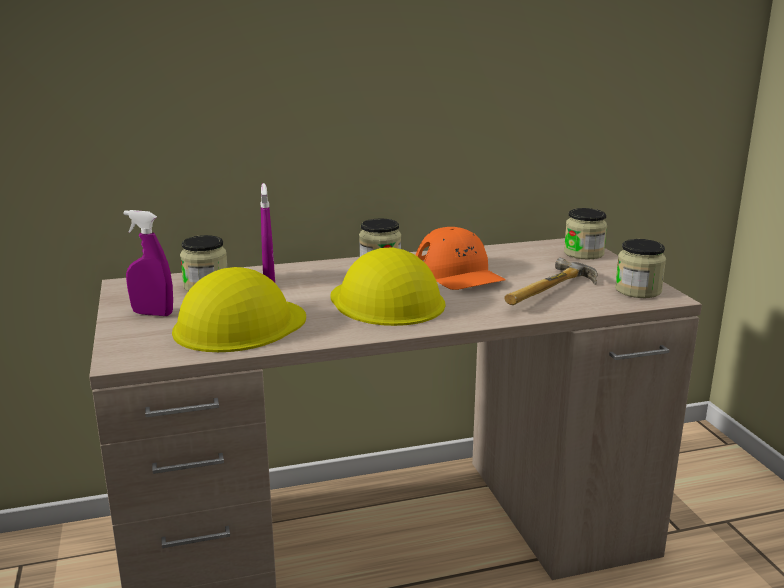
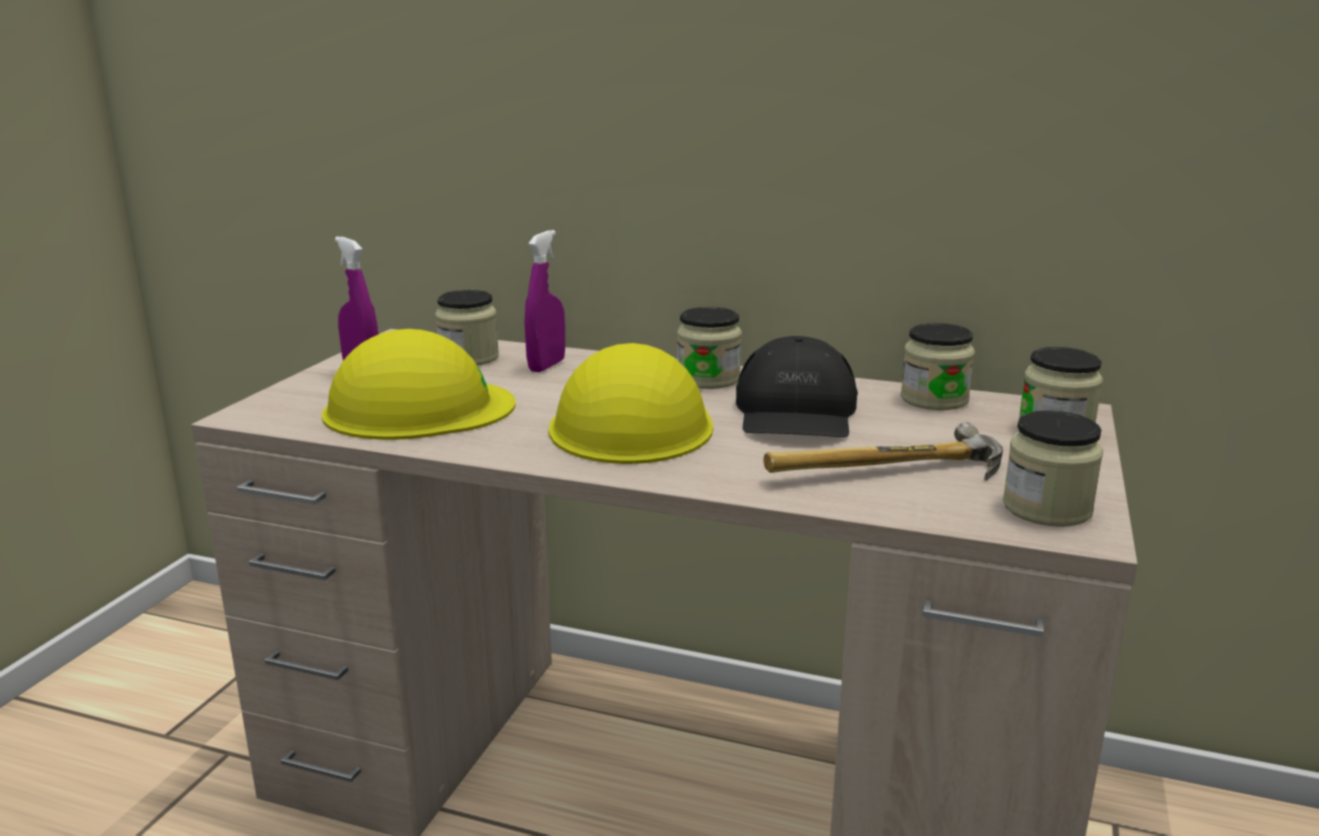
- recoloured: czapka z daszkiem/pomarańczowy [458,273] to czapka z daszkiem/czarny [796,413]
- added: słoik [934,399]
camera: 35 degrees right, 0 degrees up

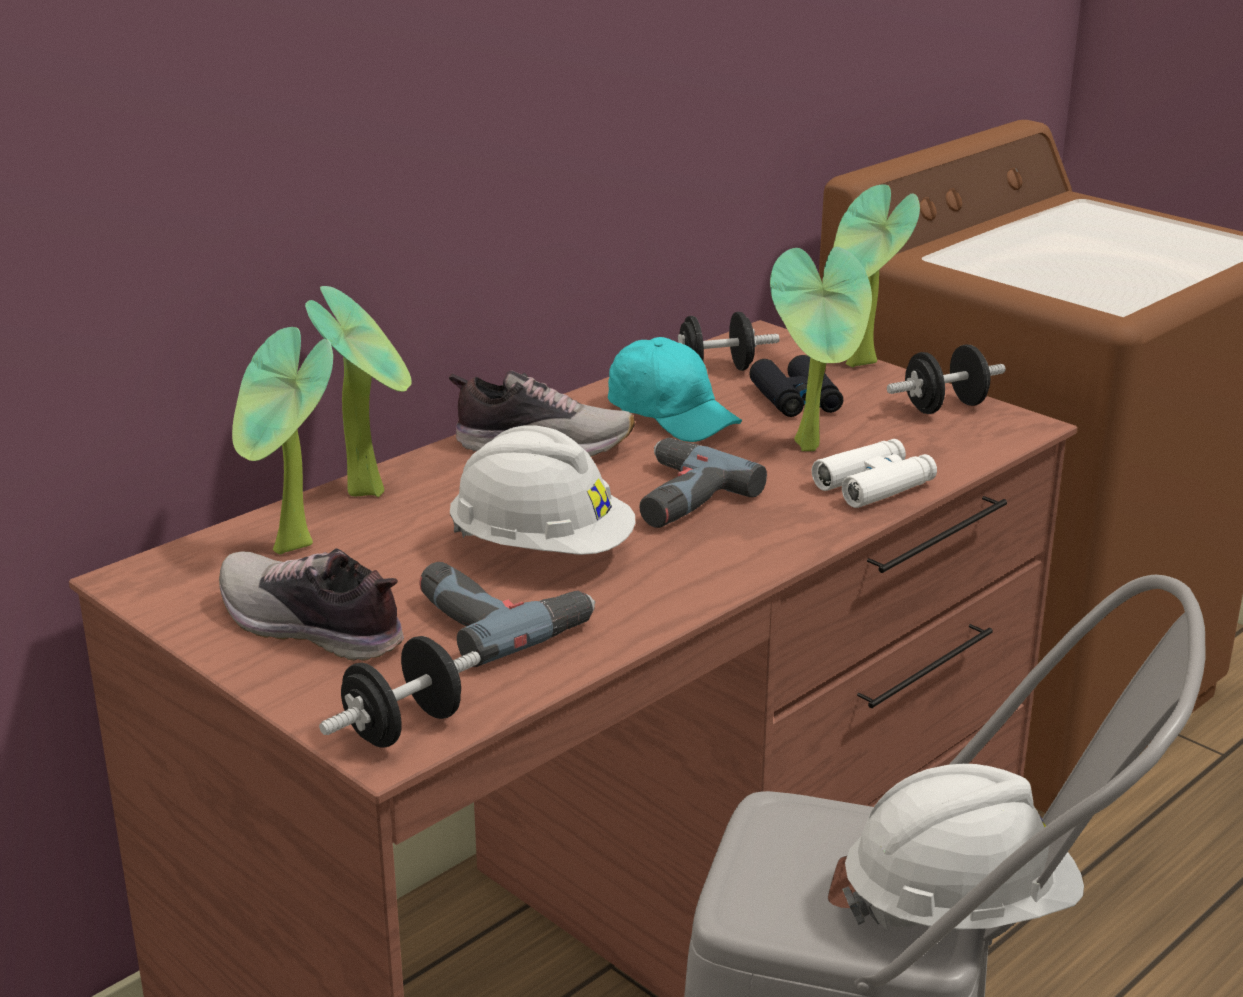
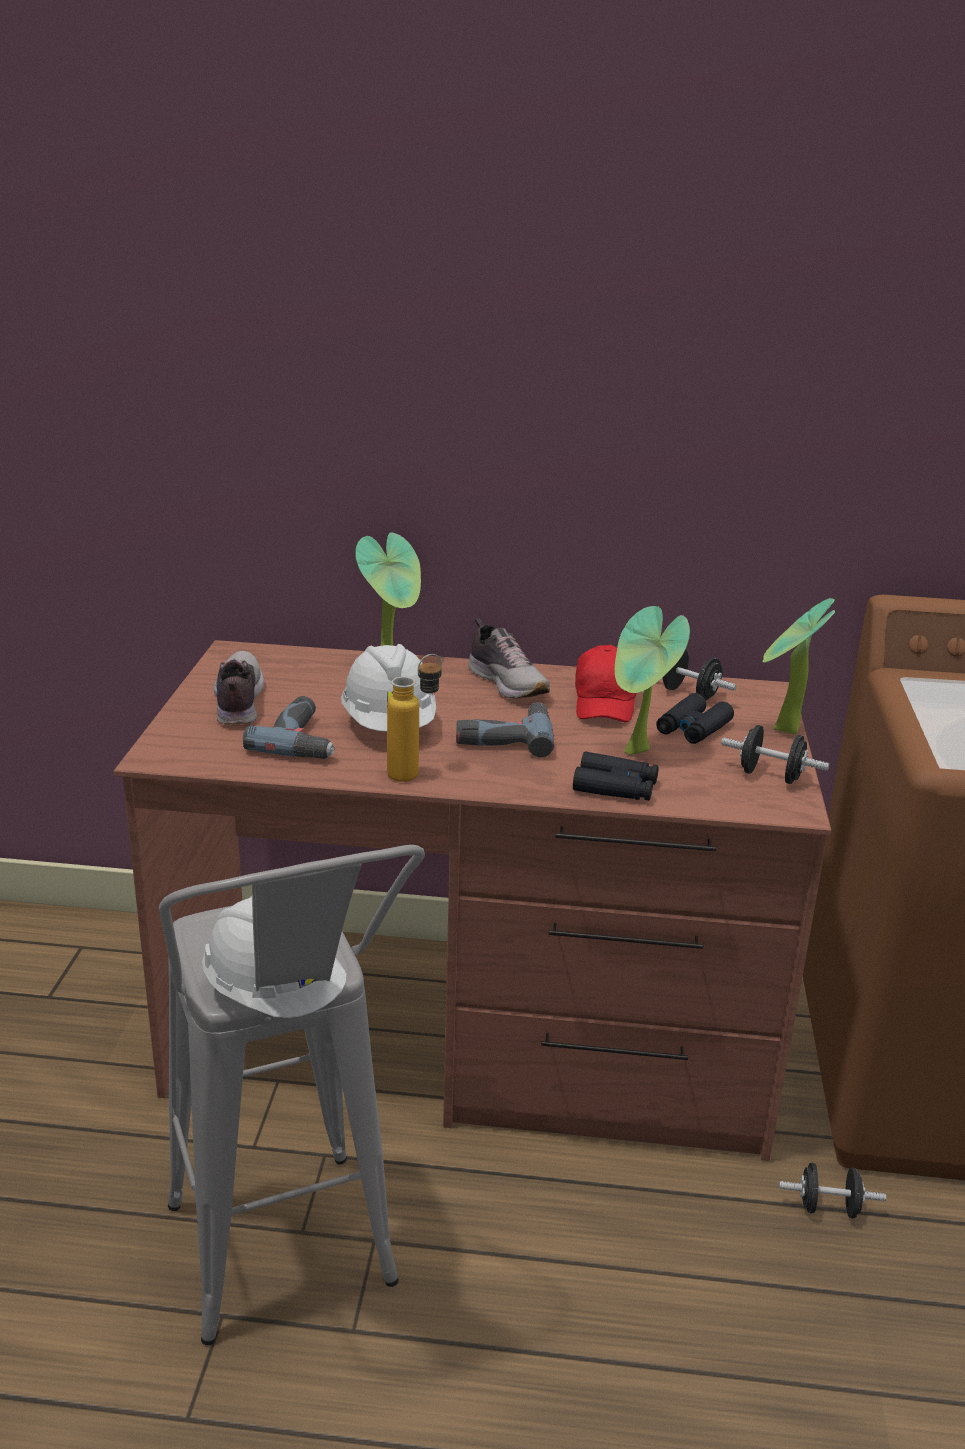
- removed: roślina doniczkowa [292,551]
- recoloured: czapka z daszkiem/turkusowy [672,415] to czapka z daszkiem/czerwony [606,702]
- recoloured: lornetka/biały [874,485] to lornetka/czarny [615,787]
- moved: hantel/czarny [403,728] to [828,1207]
- added: butelka [414,772]
camera: 50 degrees right, 0 degrees up

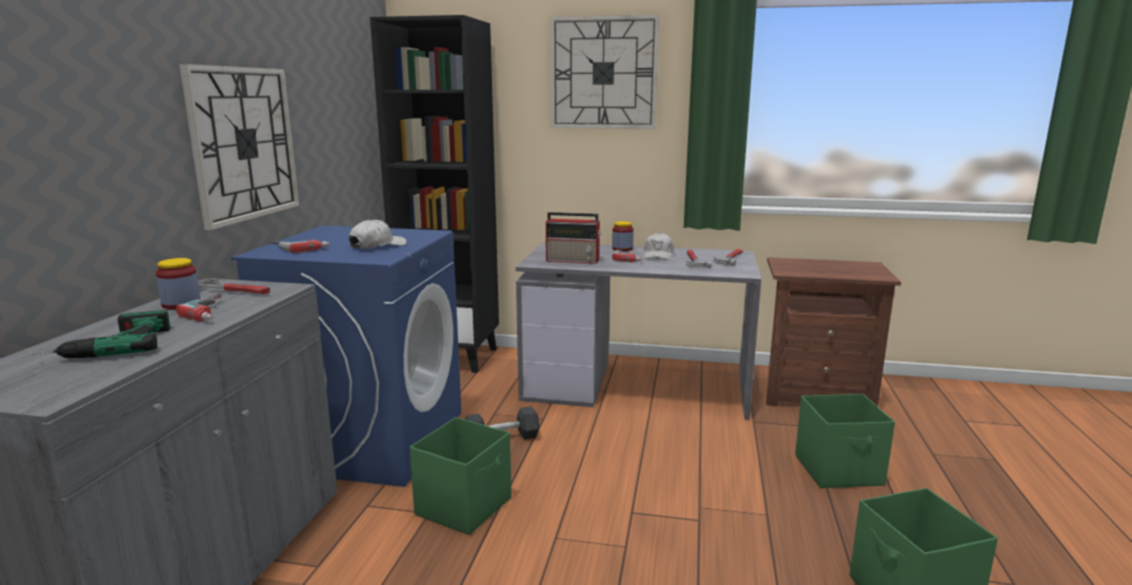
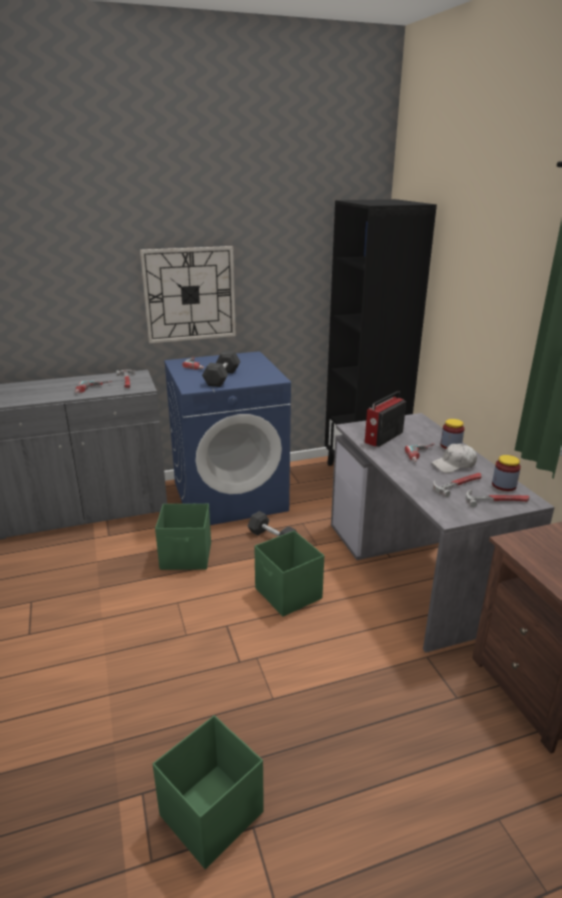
- removed: zegar ścienny [603,73]
- turned: radio [574,260] = [383,437] 60 degrees clockwise
- replaced: czapka z daszkiem/biały [377,246] to hantel/szary [222,378]
- moved: słoik [181,304] to [504,485]
- removed: wiertarka [107,346]
- moved: pojemnik do przechowywania/zielony [839,471] to [288,594]
camera: 60 degrees right, 10 degrees up

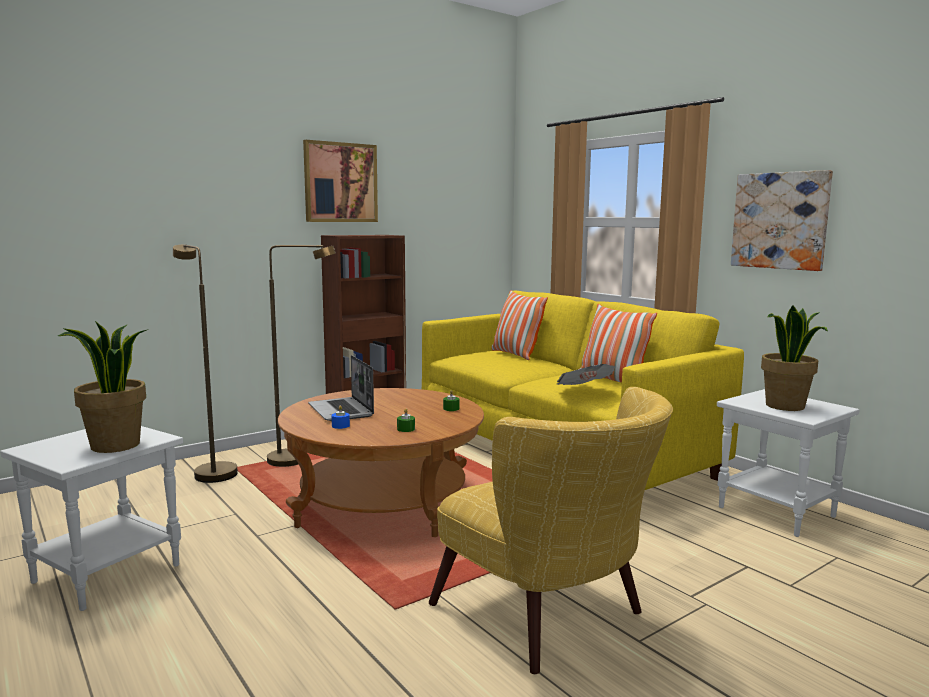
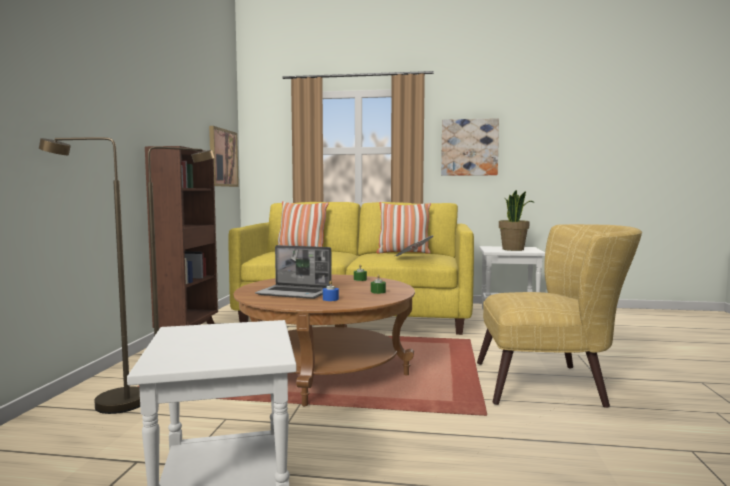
- moved: obraz [340,182] to [222,158]
- removed: roślina doniczkowa [115,446]
camera: 45 degrees left, 5 degrees down

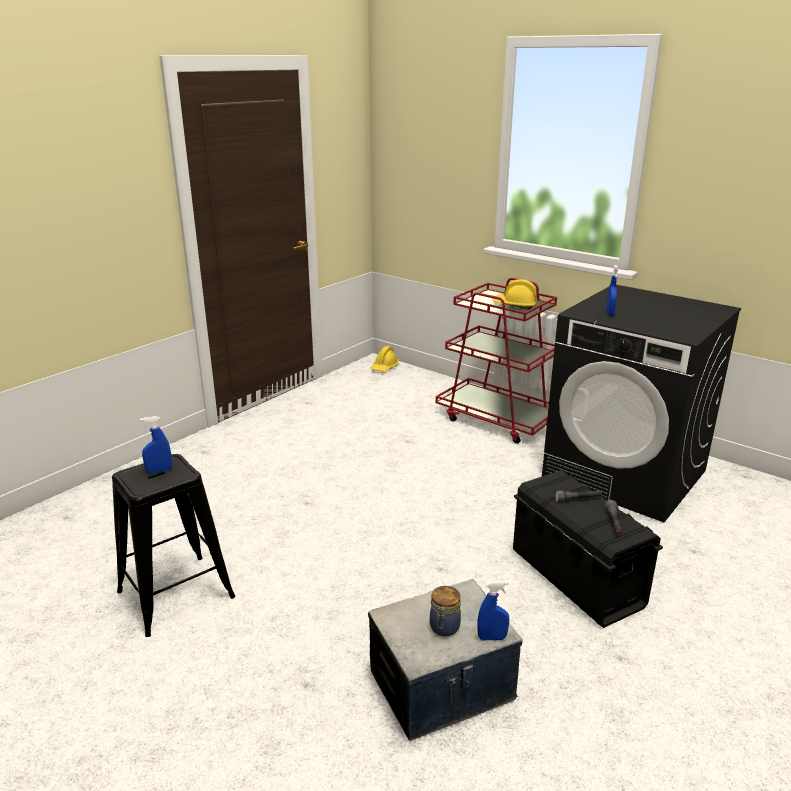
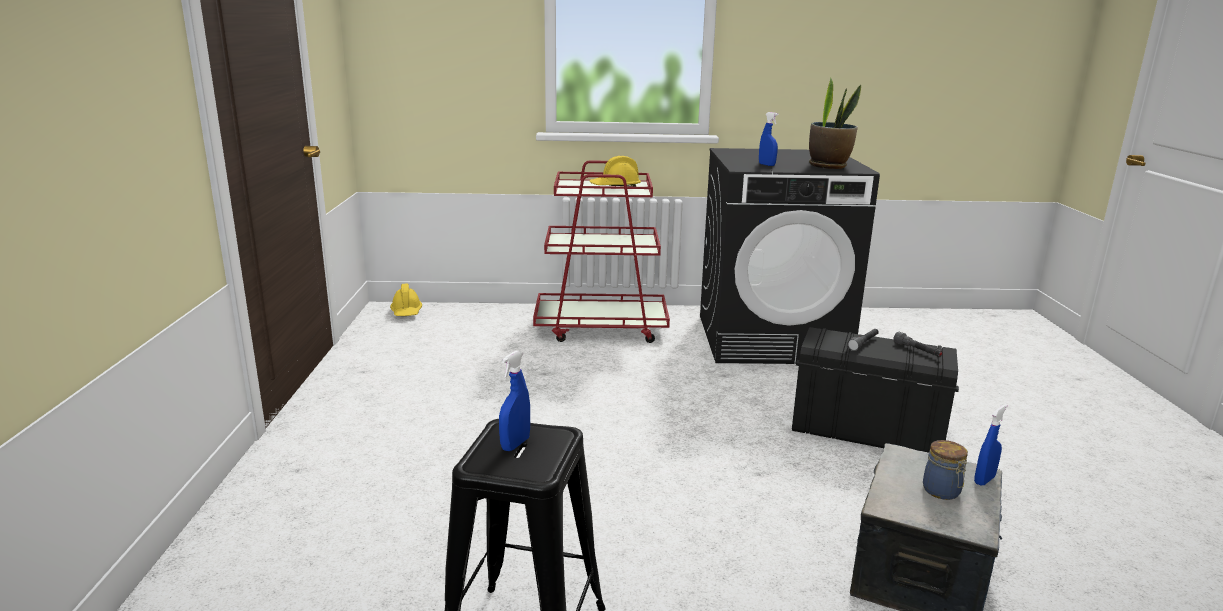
- added: roślina doniczkowa [828,166]
camera: 40 degrees left, 5 degrees down

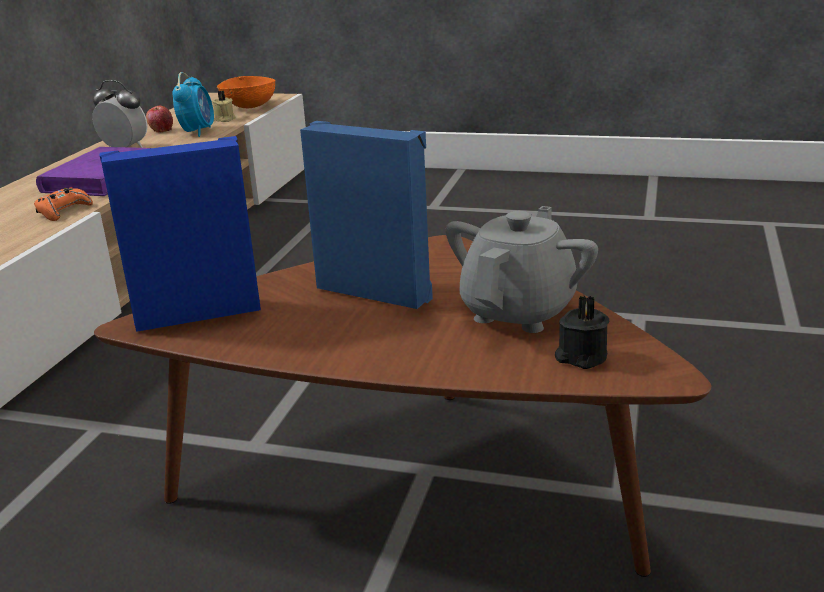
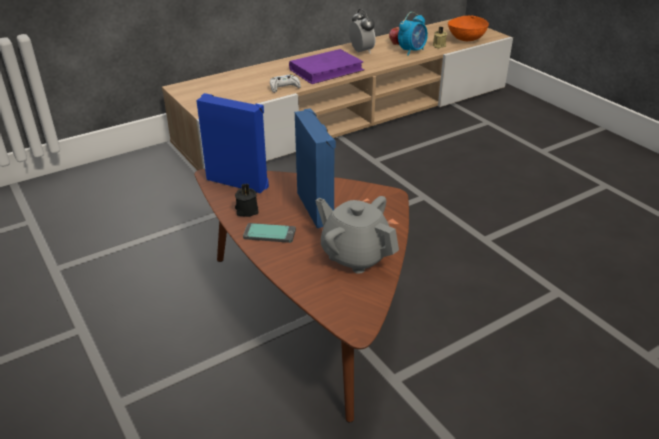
- recoloured: pad do gier/pomarańczowy [63,211] to pad do gier/biały [284,87]
- turned: imbryk/szary [519,312] = [355,255] 120 degrees counterclockwise
- moved: świeca/czarny [581,357] to [246,210]
- added: telefon [269,233]
camera: 40 degrees right, 10 degrees up

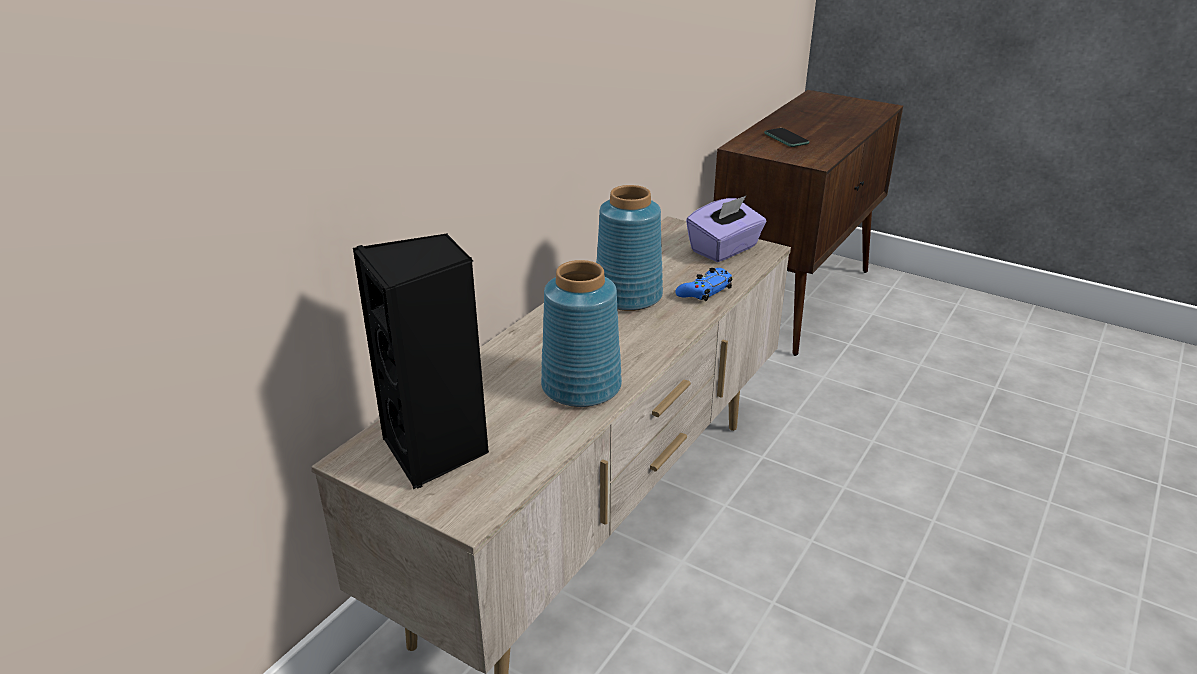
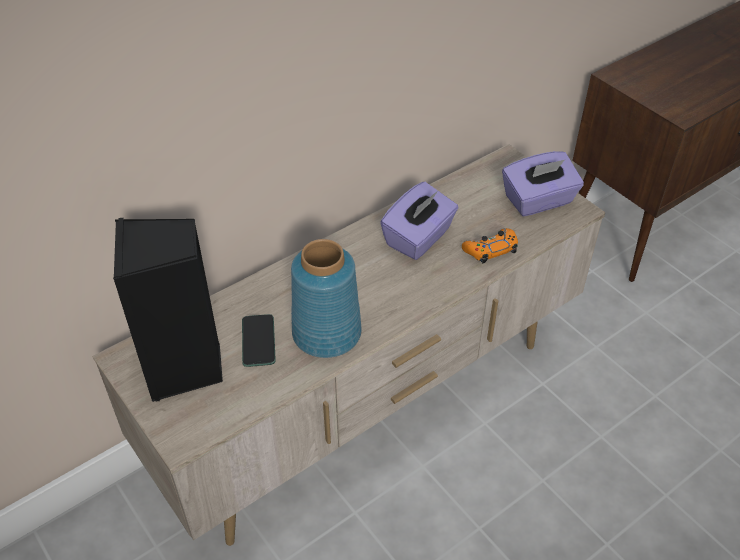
- moved: telefon [786,138] to [258,341]
- replaced: wazon/niebieski [628,295] to pudełko chusteczek/fioletowy [419,238]
- recoloured: pad do gier/niebieski [705,291] to pad do gier/pomarańczowy [490,250]
camera: 20 degrees right, 15 degrees up

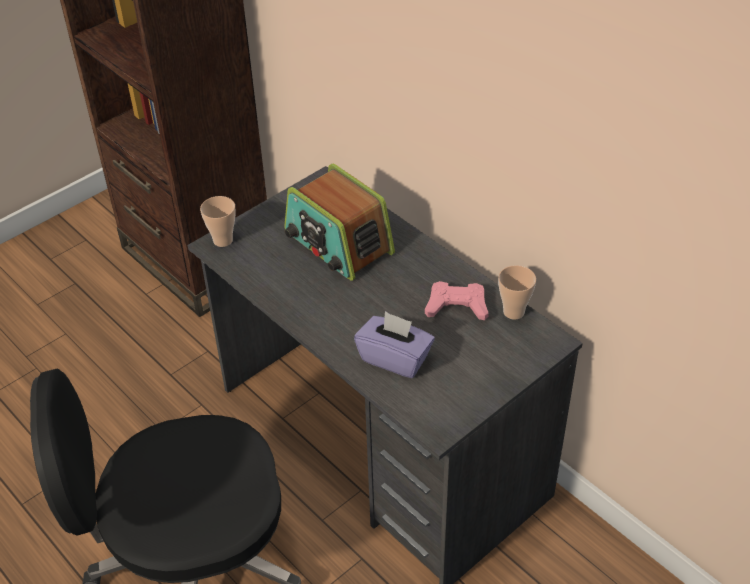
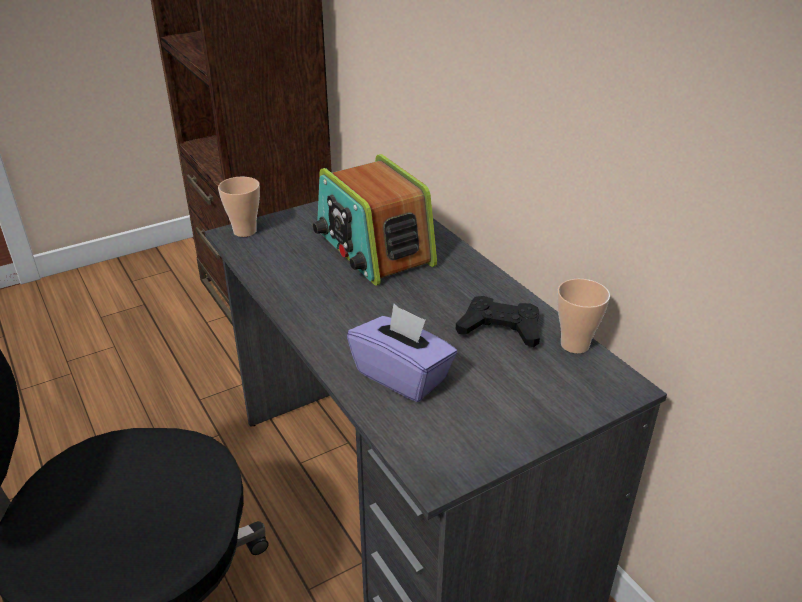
- recoloured: pad do gier/różowy [456,306] to pad do gier/czarny [500,328]
camera: 10 degrees right, 10 degrees down

